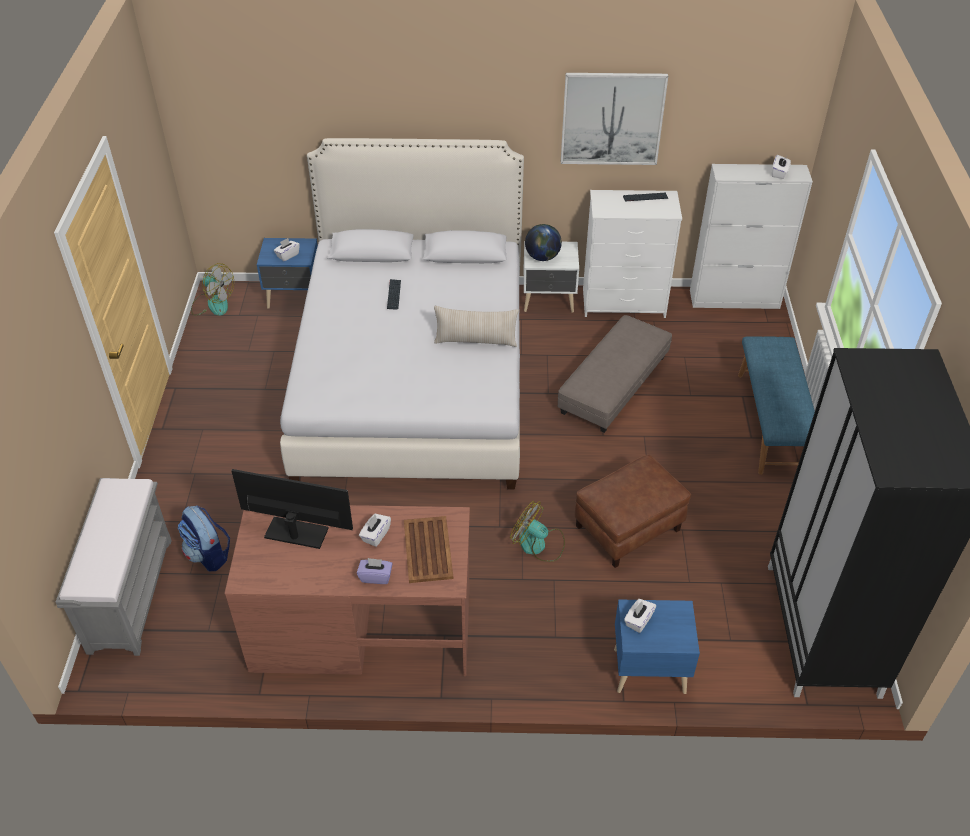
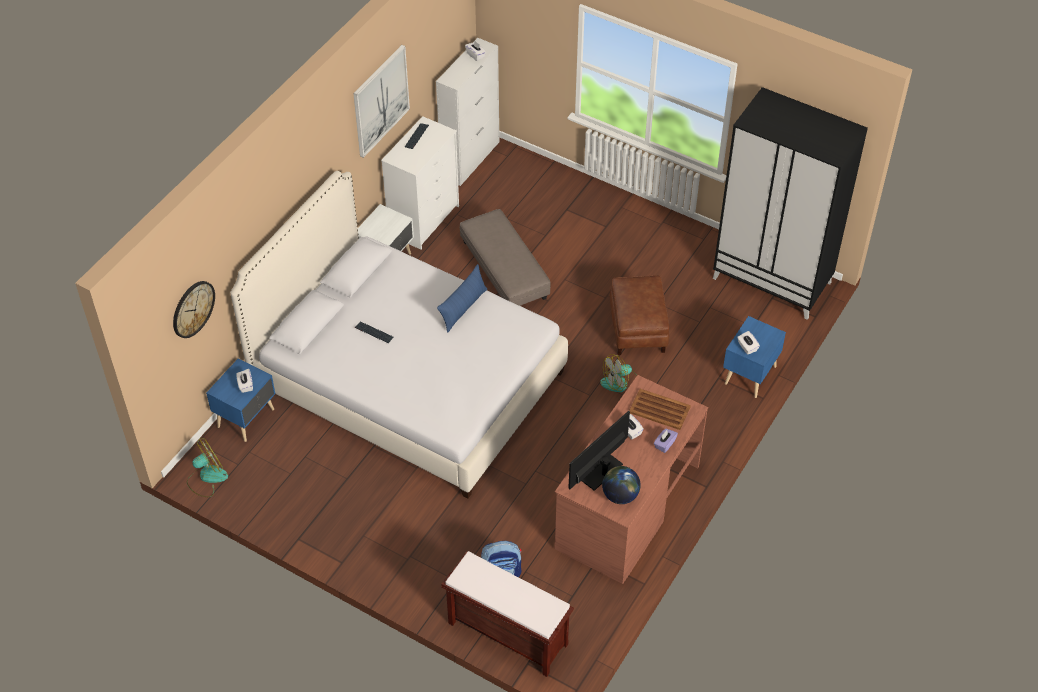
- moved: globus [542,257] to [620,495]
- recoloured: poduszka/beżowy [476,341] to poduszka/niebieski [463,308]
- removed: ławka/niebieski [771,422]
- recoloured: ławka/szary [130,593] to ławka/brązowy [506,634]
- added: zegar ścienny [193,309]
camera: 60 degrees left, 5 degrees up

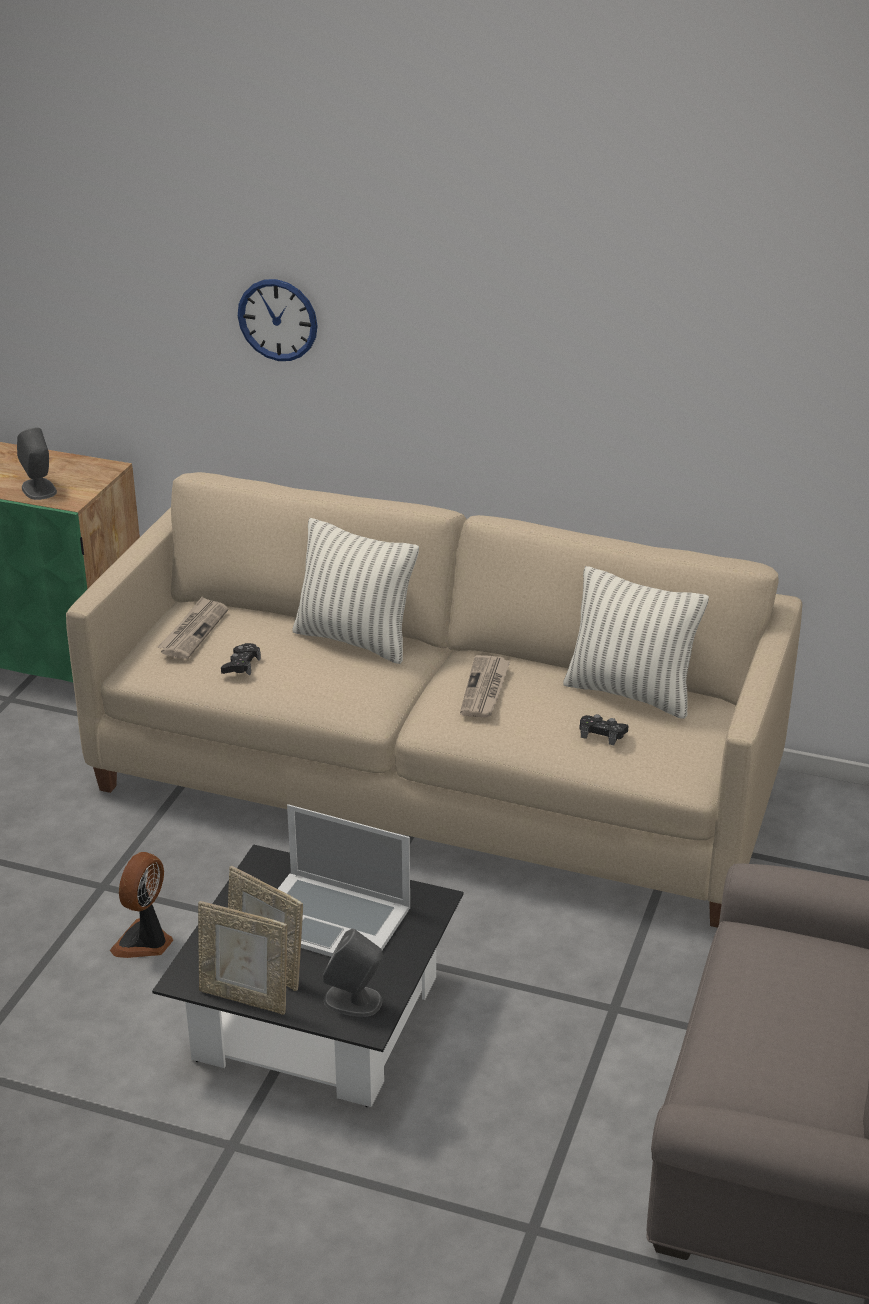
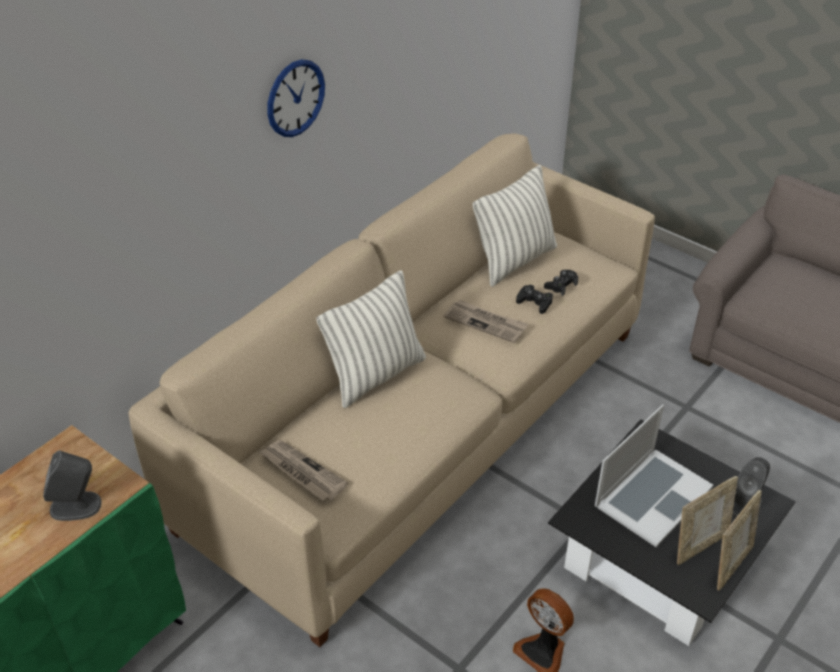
- moved: zegar ścienny [278,320] to [295,98]
- moved: pad do gier/czarny [241,665] to [534,302]
camera: 70 degrees left, 10 degrees up

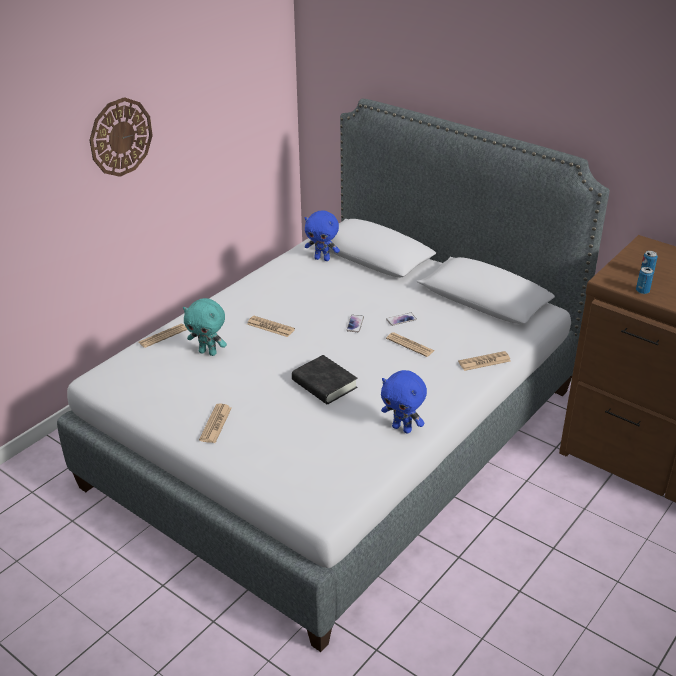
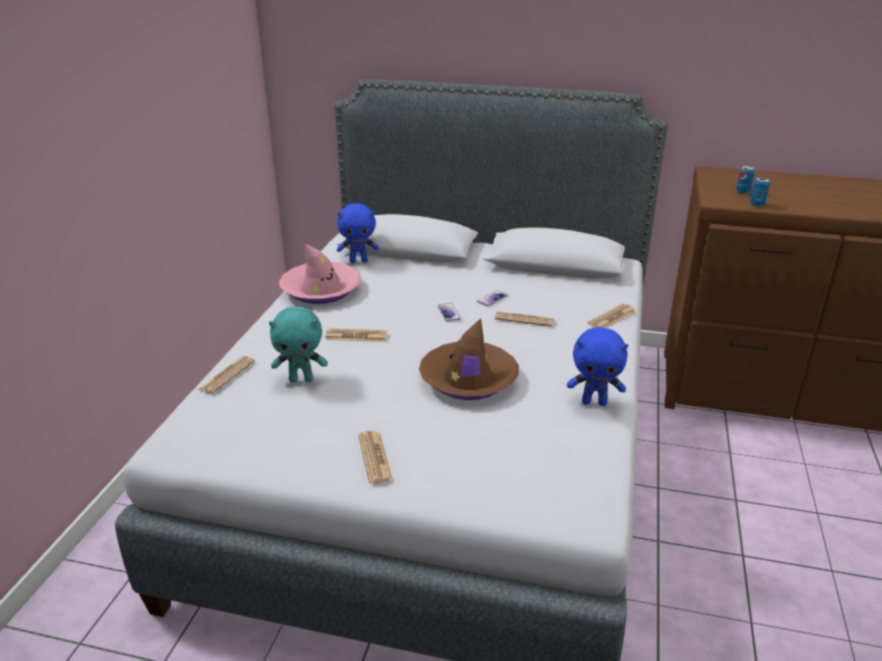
- removed: zegar ścienny [120,137]
- replaced: książka/czarny [324,384] to kapelusz/brązowy [468,379]
- added: kapelusz/różowy [321,290]
camera: 25 degrees left, 5 degrees down

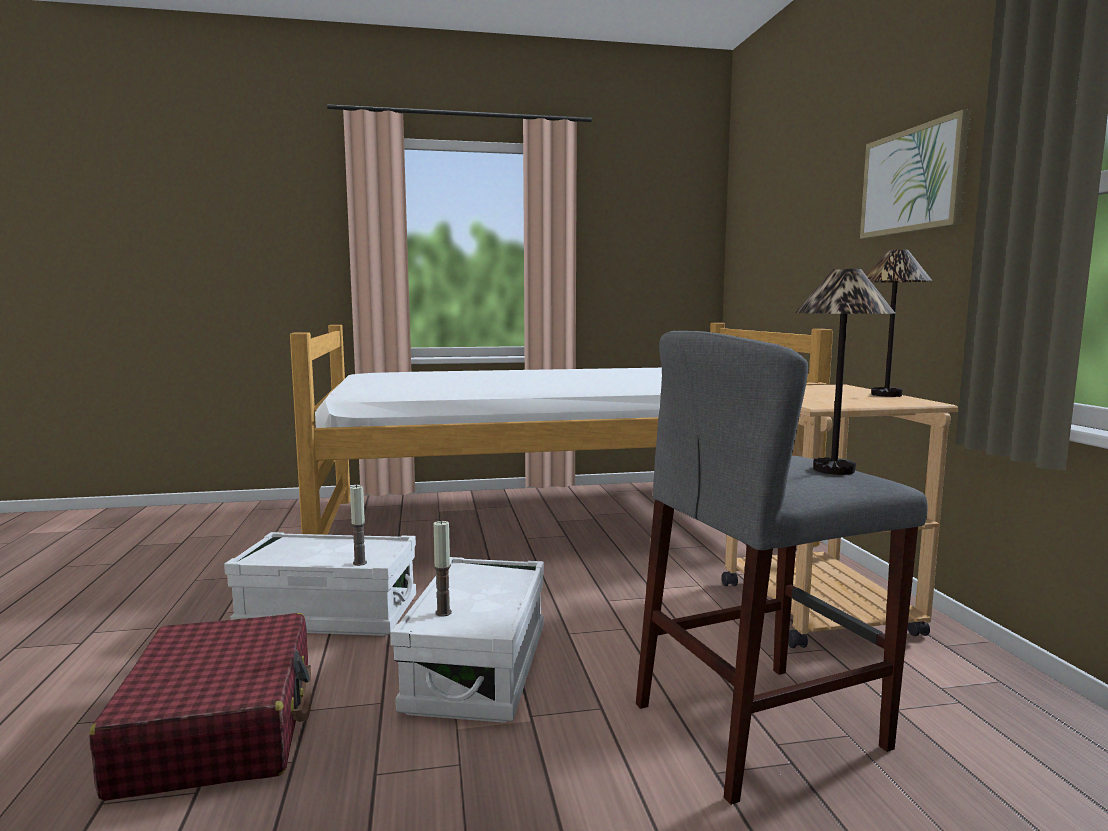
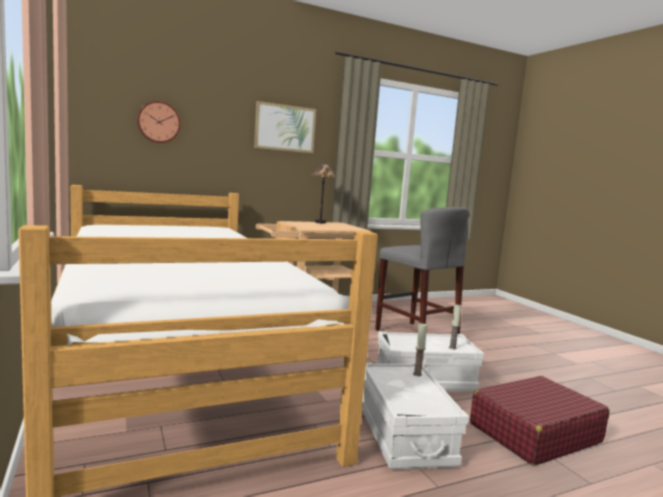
- removed: lampa stołowa [834,470]
- added: zegar ścienny [158,122]
camera: 105 degrees left, 0 degrees up

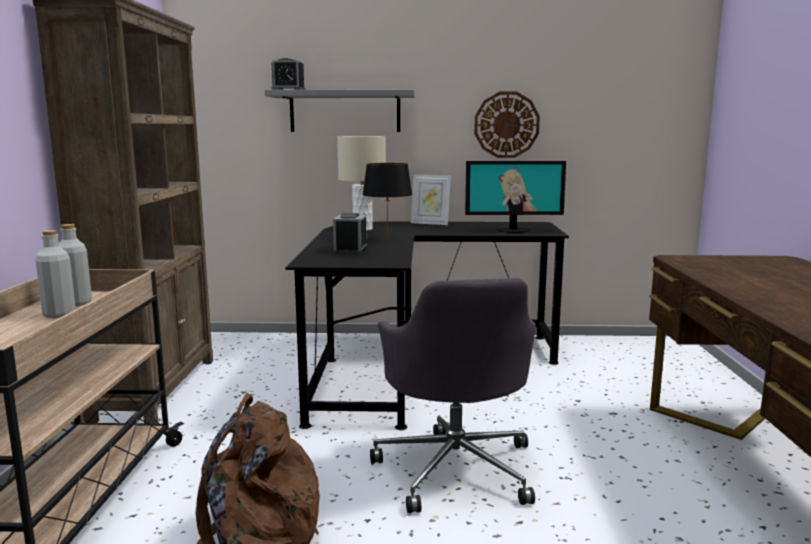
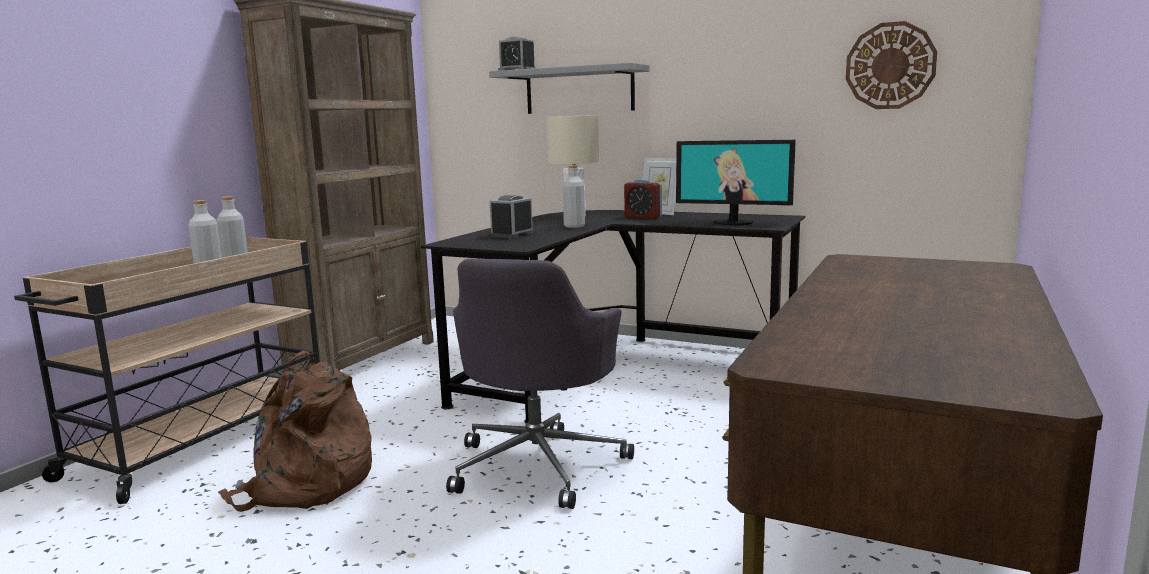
- moved: zegar ścienny [506,125] to [890,66]
- replaced: lampa stołowa/czarny [388,239] to butelka/szary [574,226]
- added: budzik [643,217]
camera: 25 degrees right, 0 degrees up

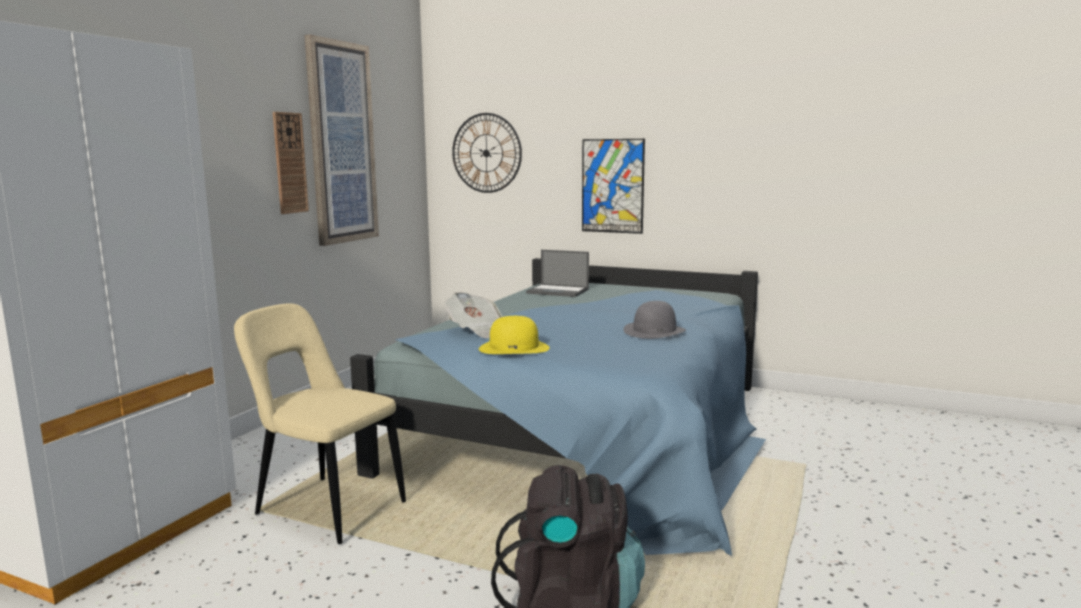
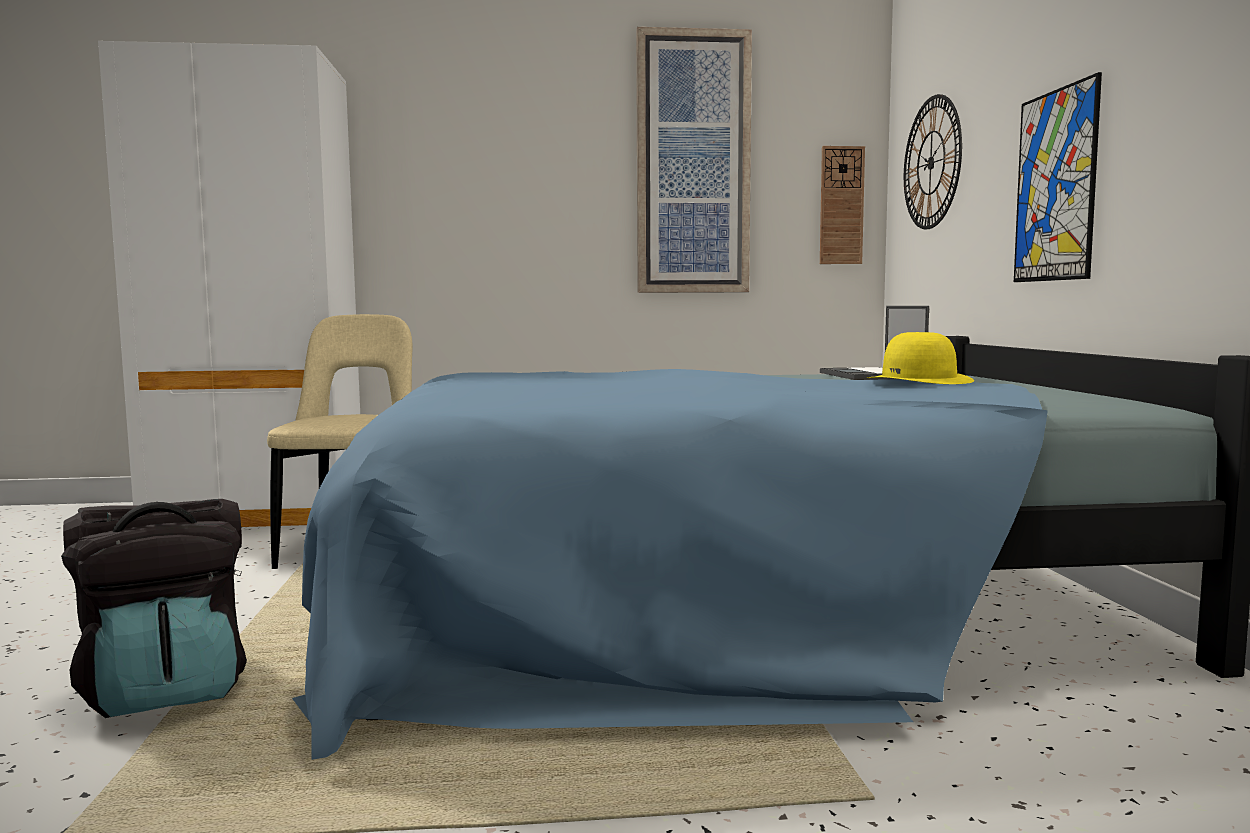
- moved: zegar ścienny [290,163] to [841,205]
- removed: gazeta [476,331]
- removed: kapelusz/szary [654,331]
- moved: kapelusz/żółty [514,348] to [919,380]
camera: 60 degrees right, 5 degrees down

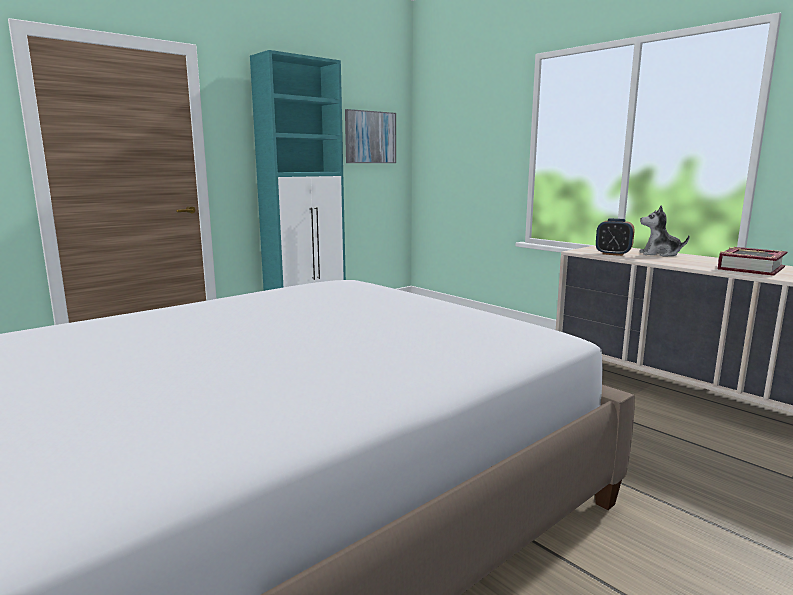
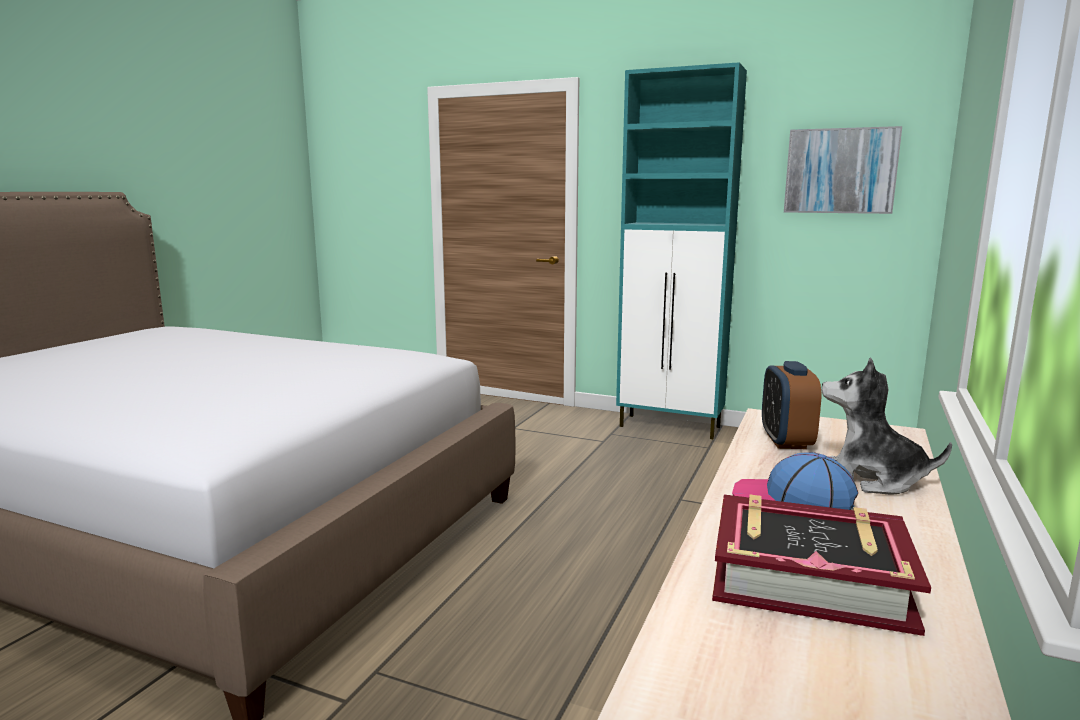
- turned: pluszak [660,254] = [870,479] 45 degrees counterclockwise
- added: czapka z daszkiem [792,502]
camera: 65 degrees right, 0 degrees up

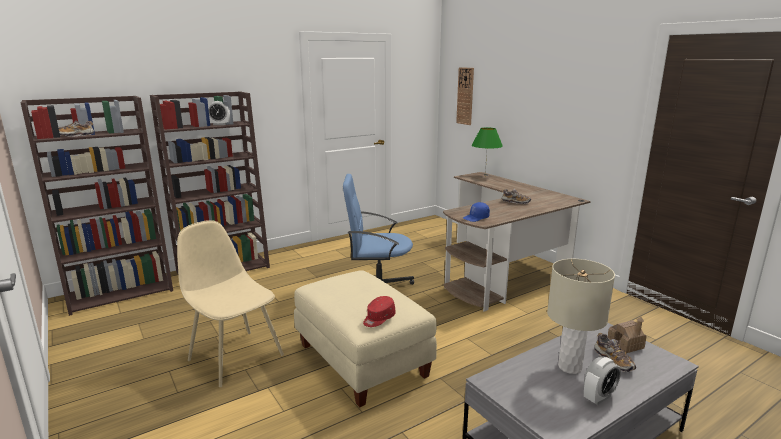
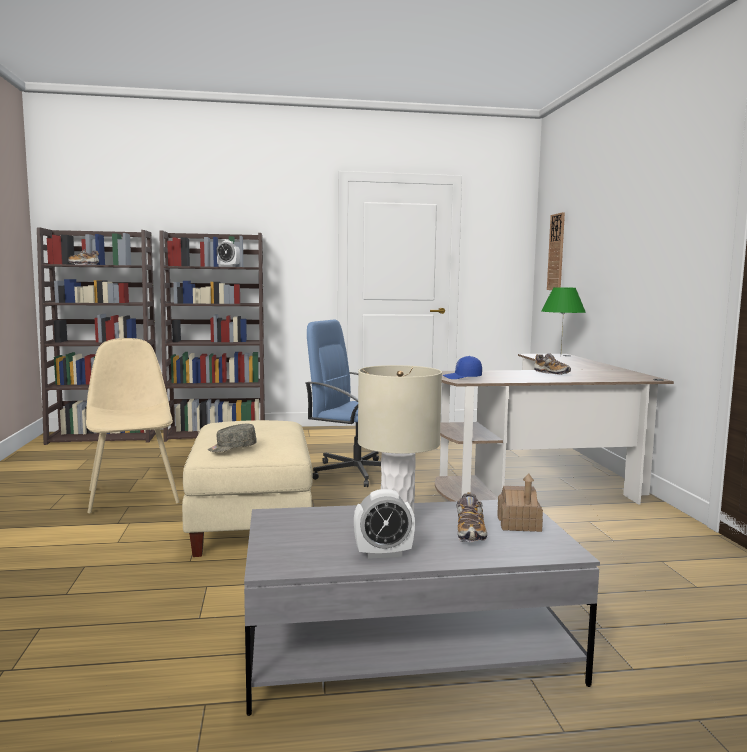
- recoloured: czapka z daszkiem/czerwony [378,318] to czapka z daszkiem/szary [232,448]
camera: 25 degrees right, 10 degrees down

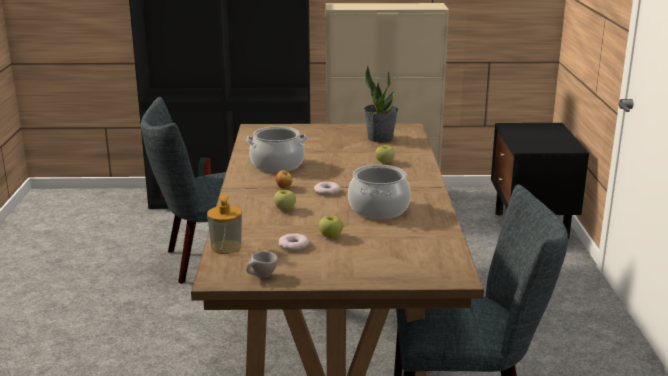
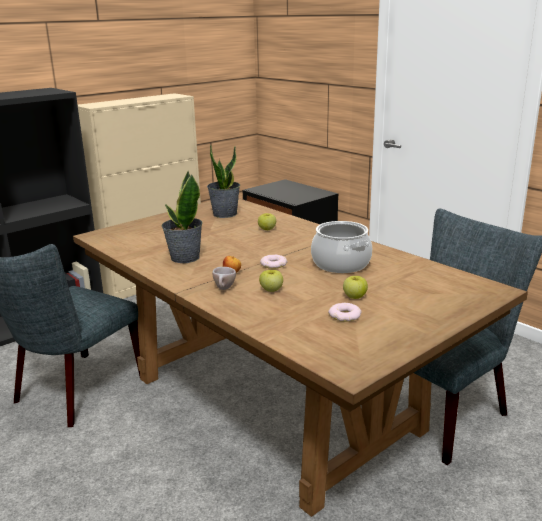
- replaced: garnek [277,165] to roślina doniczkowa [184,258]
- removed: dozownik mydła [226,247]
- moved: filiżanka/beżowy [261,277] to [224,289]
camera: 40 degrees left, 0 degrees up

